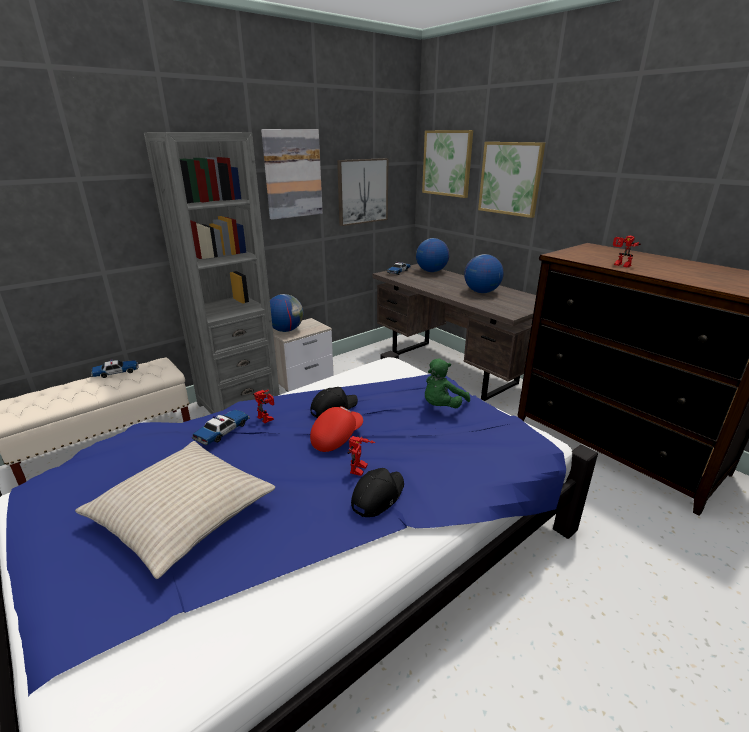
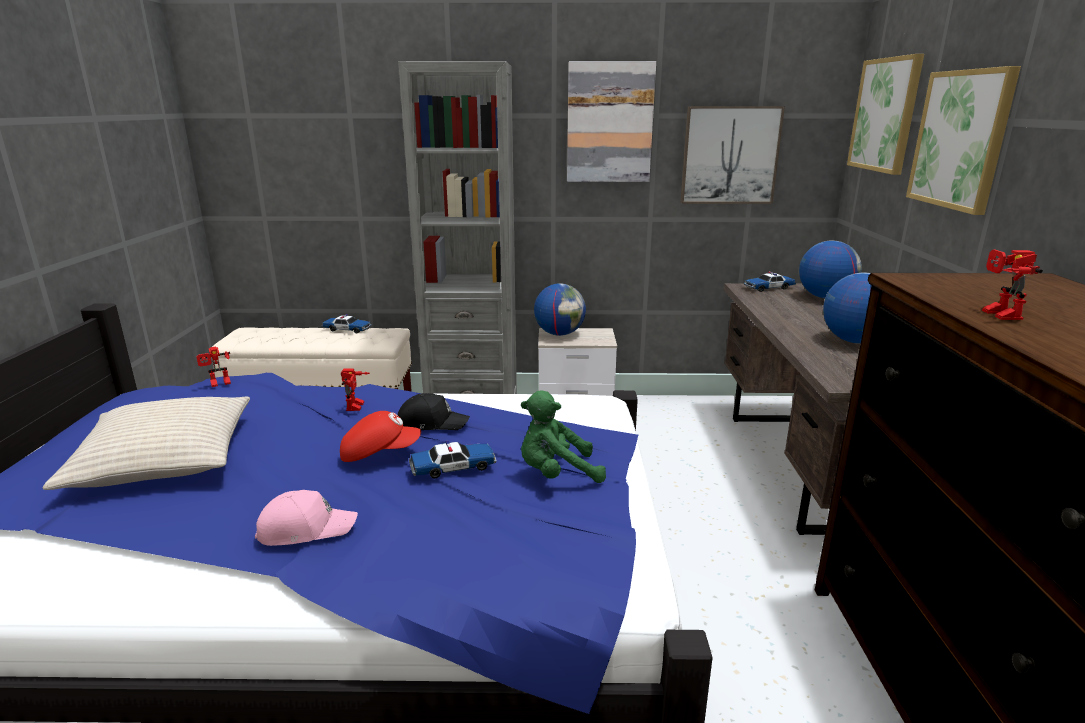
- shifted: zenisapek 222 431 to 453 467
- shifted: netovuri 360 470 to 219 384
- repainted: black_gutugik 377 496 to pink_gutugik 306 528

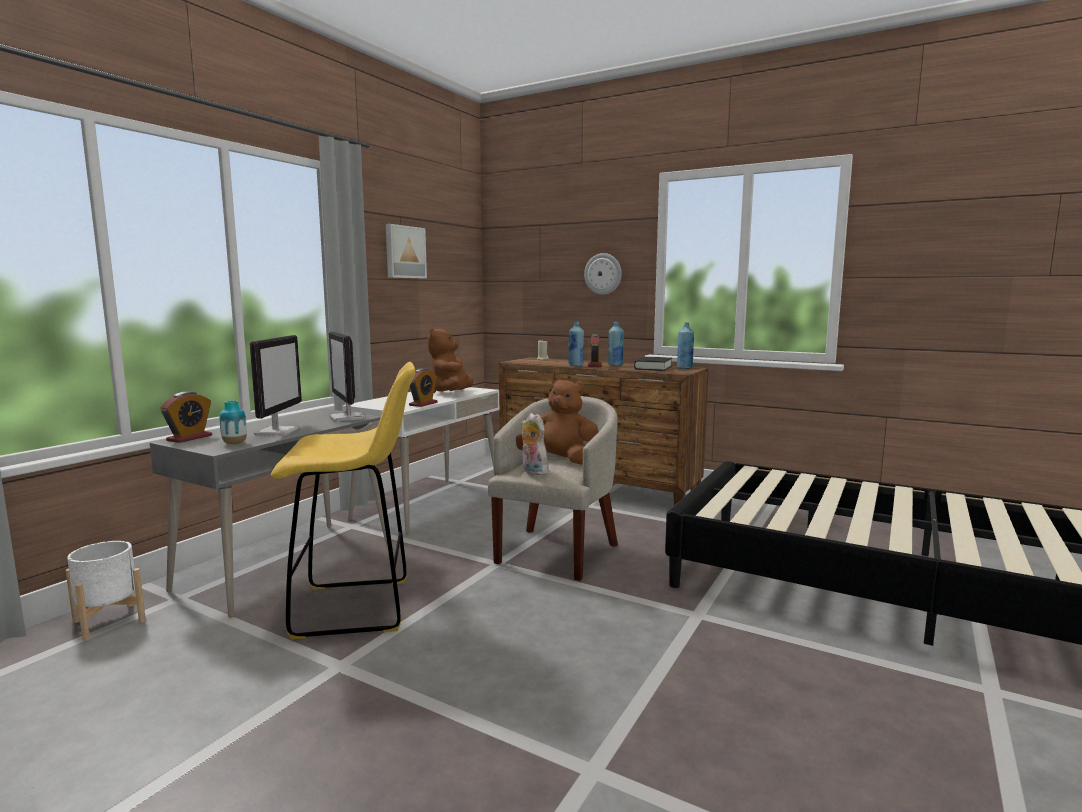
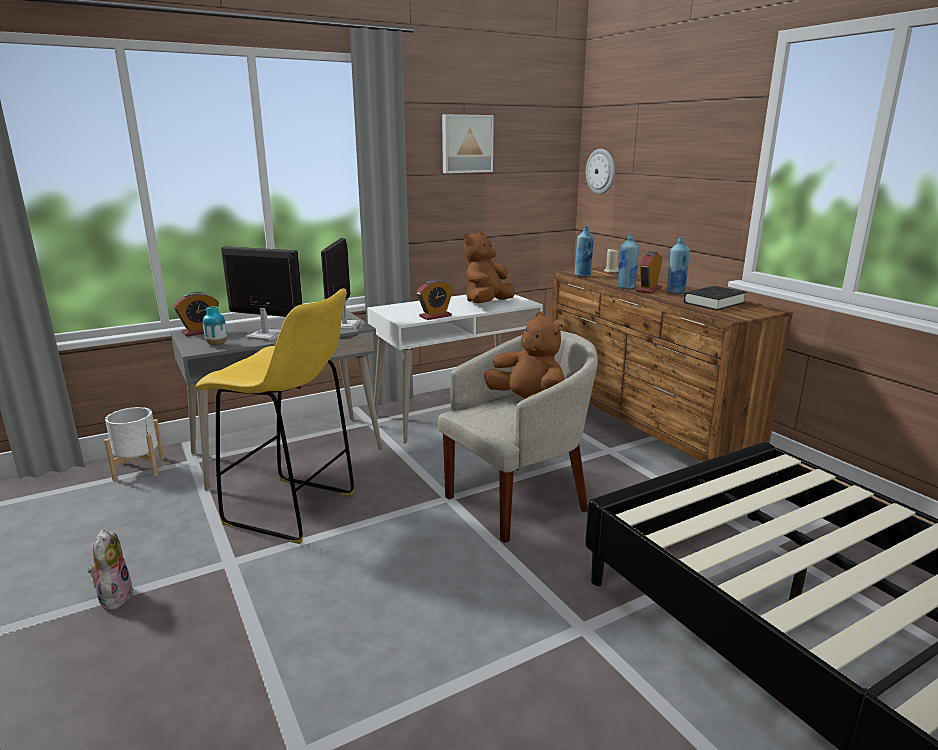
- shifted: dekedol 532 472 to 114 596
- shifted: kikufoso 603 274 to 601 171
- shifted: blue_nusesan 684 368 to 582 275
- rotated: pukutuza 277 432 = 266 335 105 degrees counterclockwise

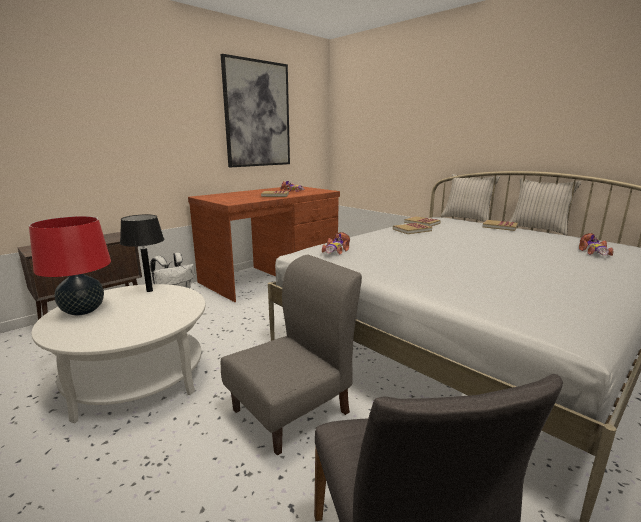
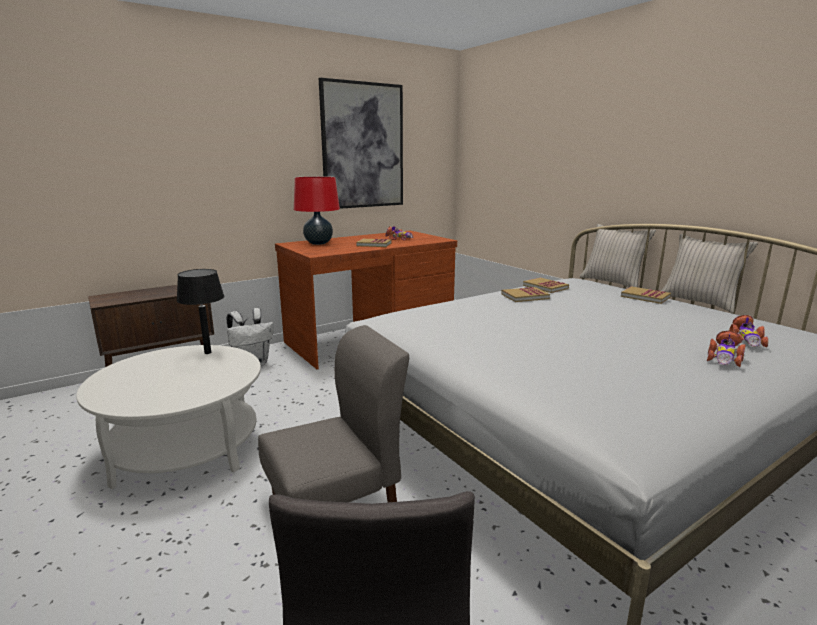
- shifted: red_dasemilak 83 311 to 318 243
- shifted: zenisapek 336 250 to 724 358

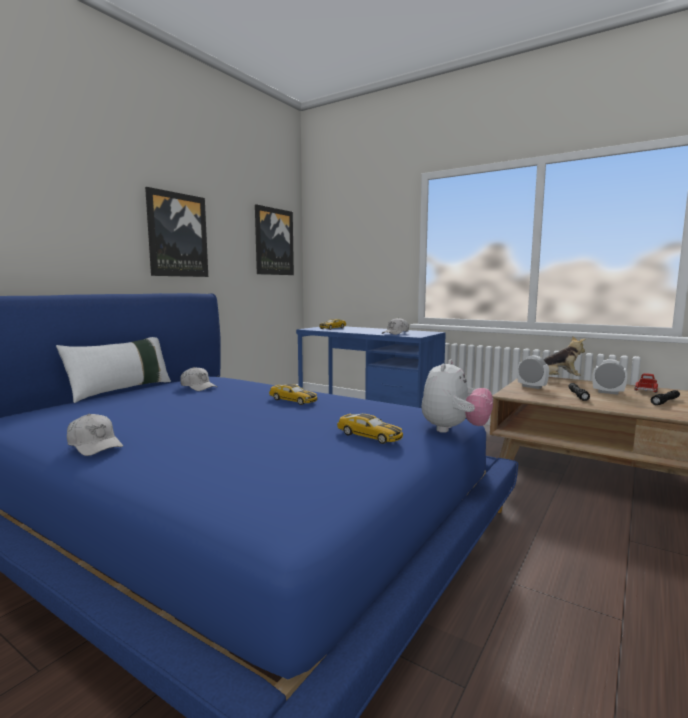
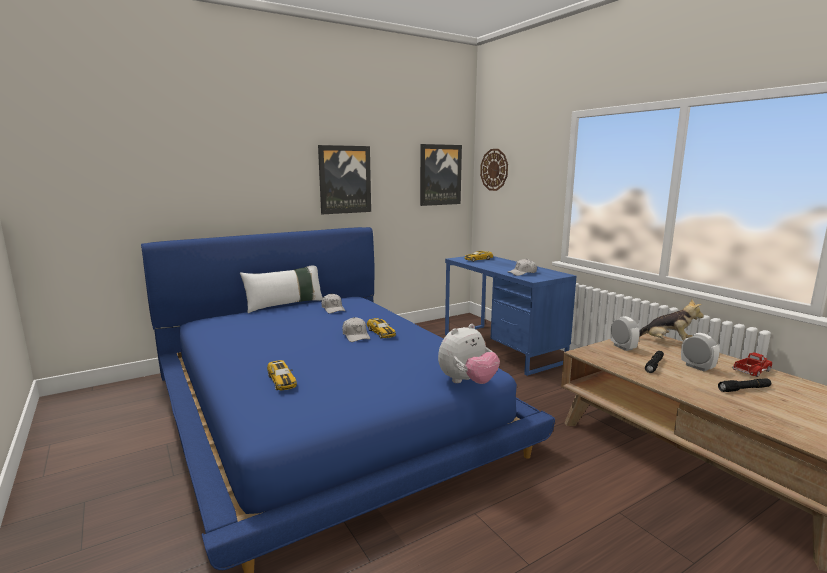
- new: kikufoso 494 169
- shifted: white_gutugik 95 445 to 356 336
- shifted: zenisapek 370 436 to 282 381

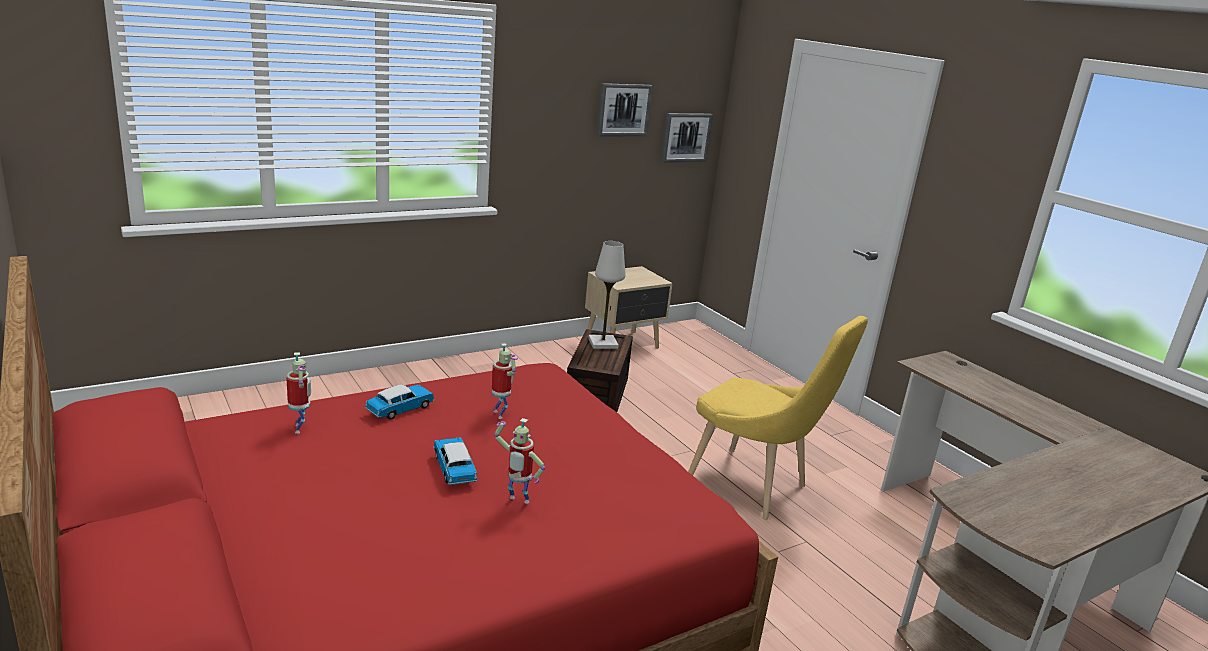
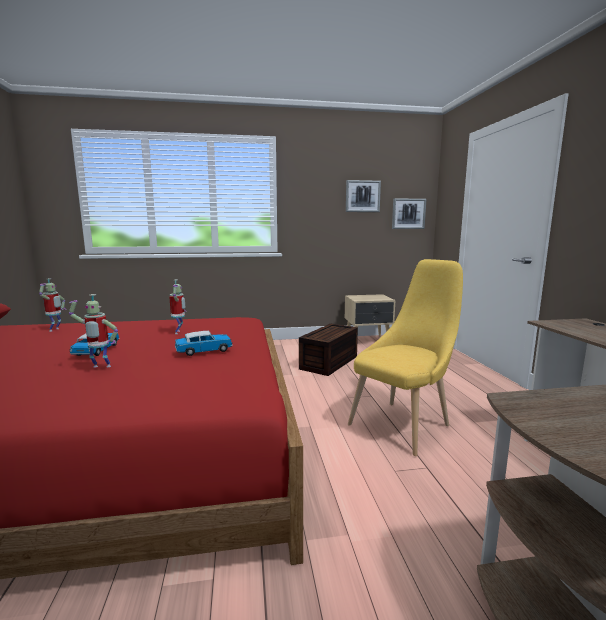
- gone: white_dasemilak 603 343
- shifted: zenisapek 400 409 to 204 351
- rotated: netovuri 517 501 = 100 367 45 degrees counterclockwise
- rotated: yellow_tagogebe 754 488 = 404 424 105 degrees counterclockwise

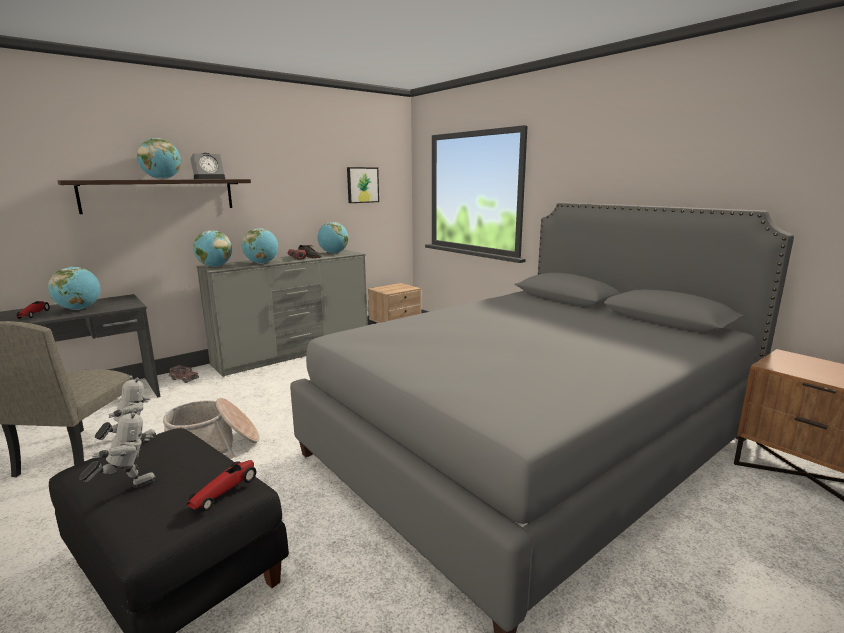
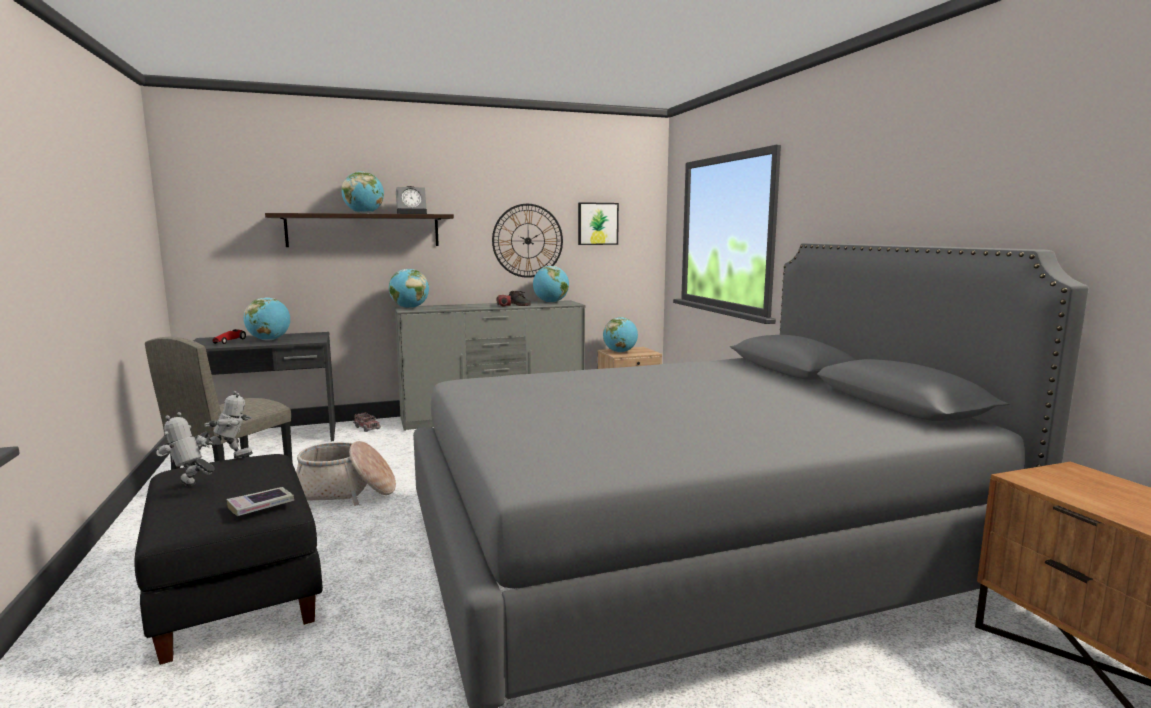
- new: kikufoso 528 240
- shifted: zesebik 262 263 to 620 352
- swapped: zenisapek 224 491 to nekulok 261 506
- rotated: netovuri 127 486 = 191 488 135 degrees counterclockwise

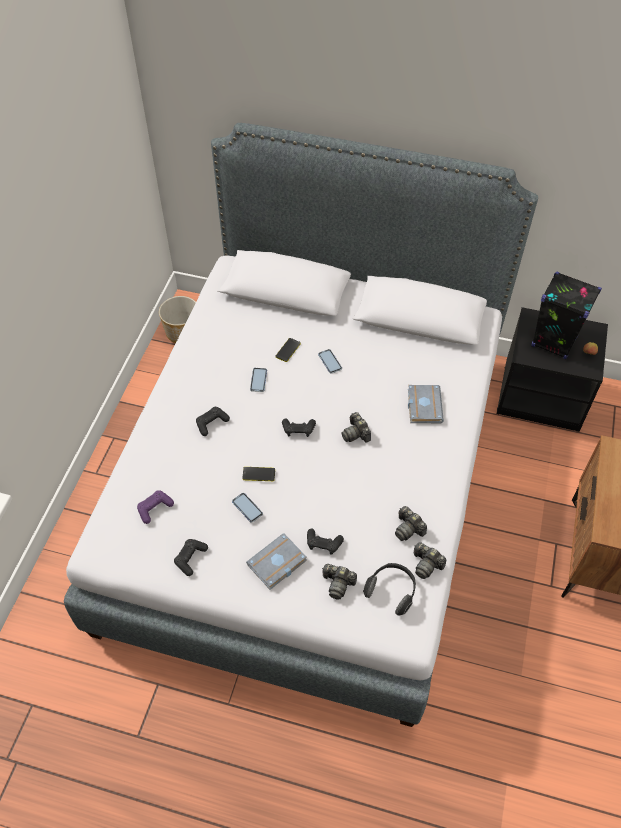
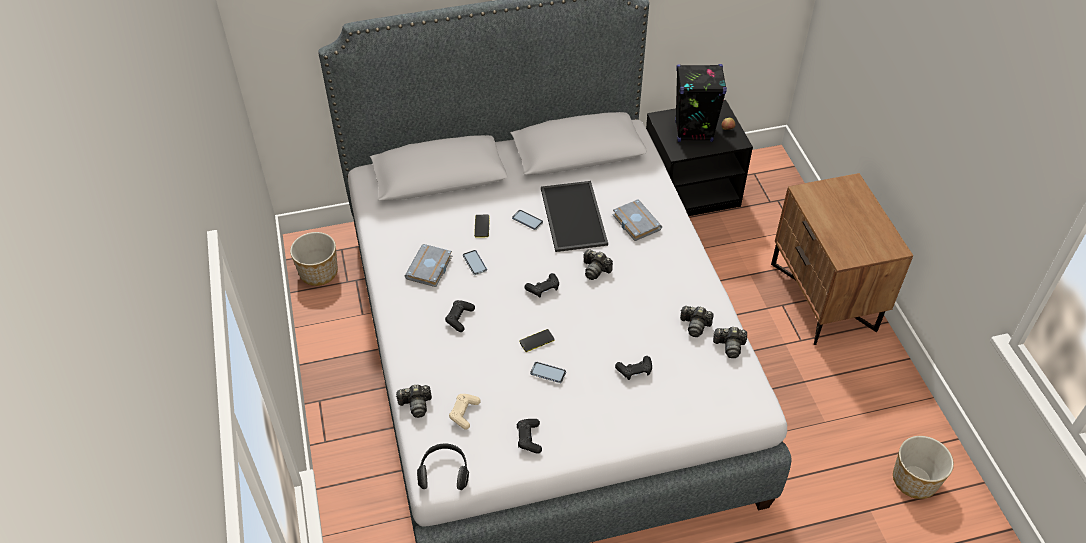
- new: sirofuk 571 216
- new: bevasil 915 479
- shifted: grey_nekulok 277 565 to 430 269
- shifted: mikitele 338 584 to 416 405
- shifted: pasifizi 391 591 to 444 472
- repainted: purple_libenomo 154 508 to beige_libenomo 464 413

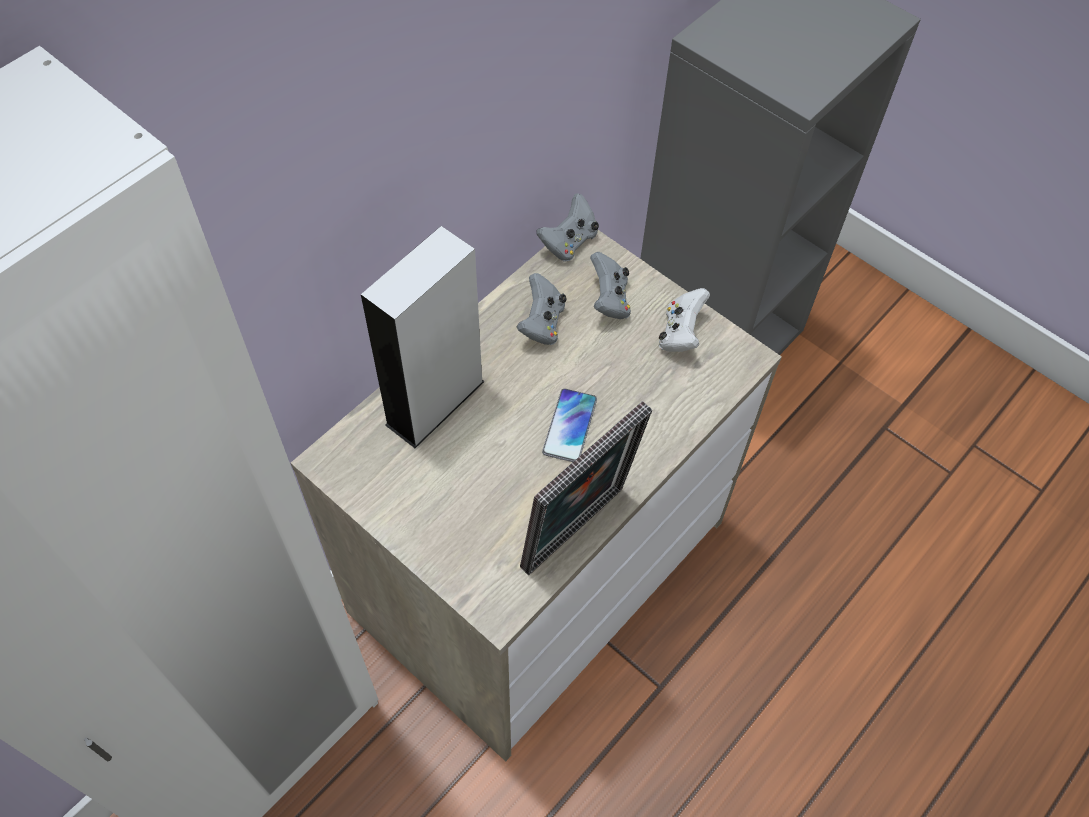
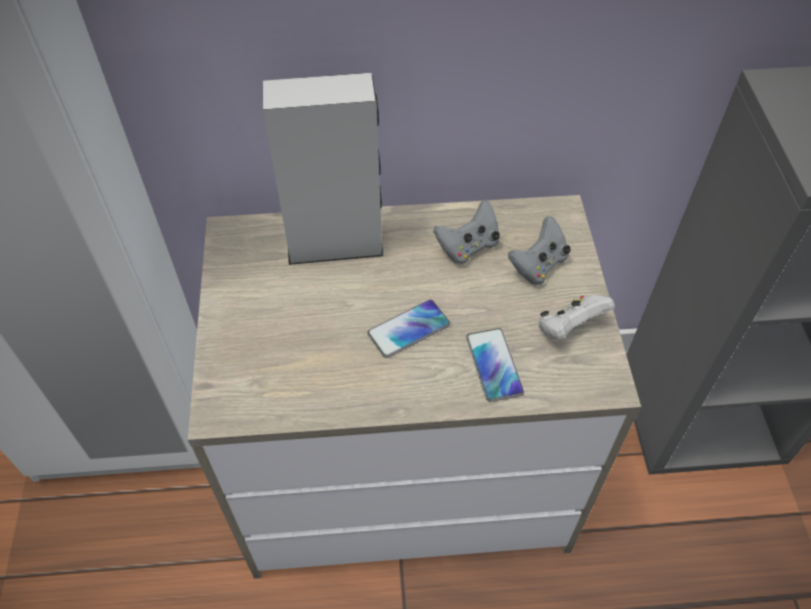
- gone: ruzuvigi 578 533
- gone: grey_libenomo 569 242
- new: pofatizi 494 365

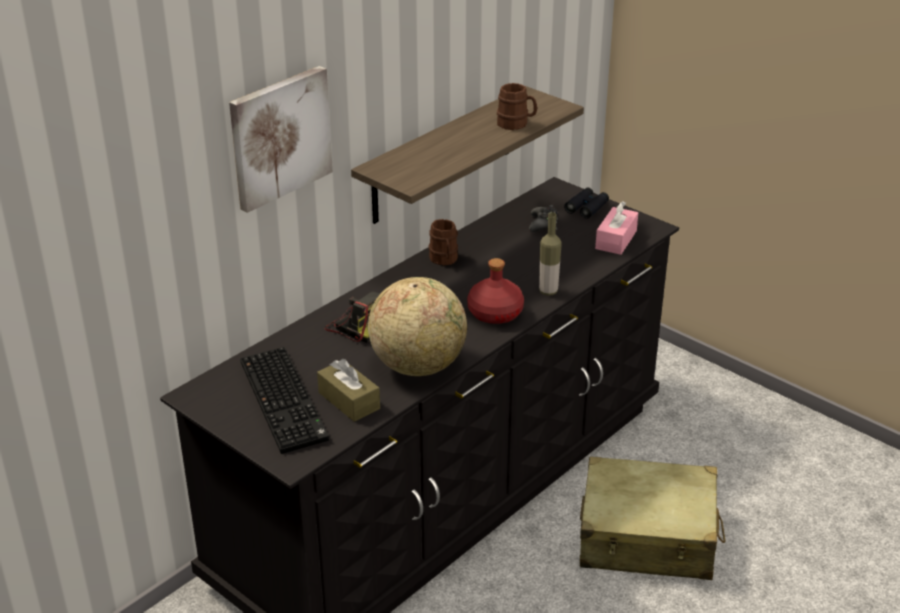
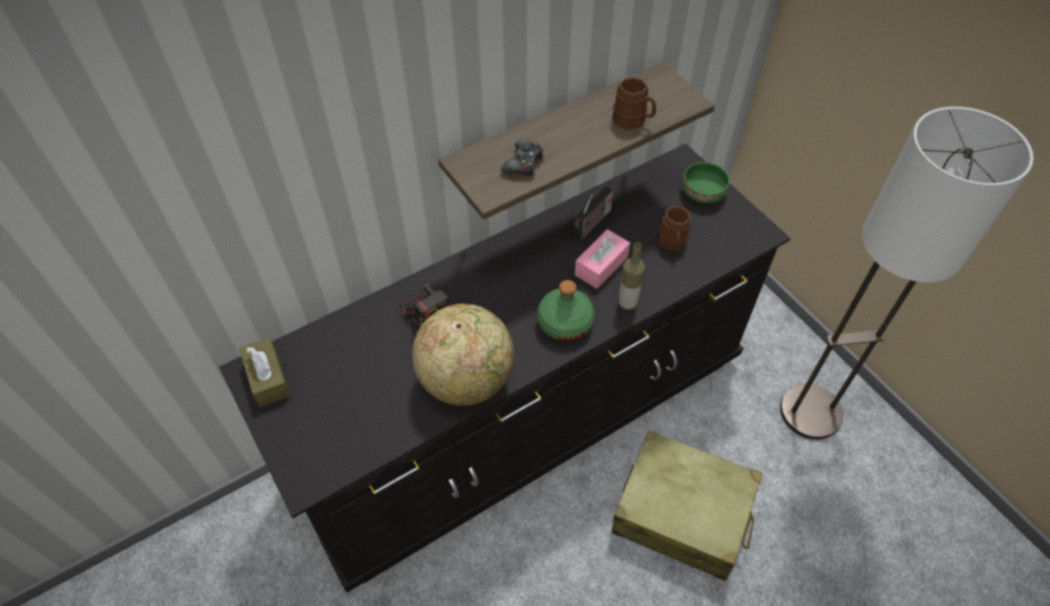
- gone: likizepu 280 137
- gone: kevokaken 286 401
- new: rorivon 591 224
- new: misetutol 810 412
- shifted: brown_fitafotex 349 400 to 268 378
- shifted: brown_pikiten 444 260 to 672 244
- shifted: black_libenomo 543 224 to 523 163
- shifted: pink_fitafotex 616 240 to 601 266
- swapped: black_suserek 586 207 to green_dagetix 704 193
- repainted: red_nusesan 495 313 to green_nusesan 565 322

